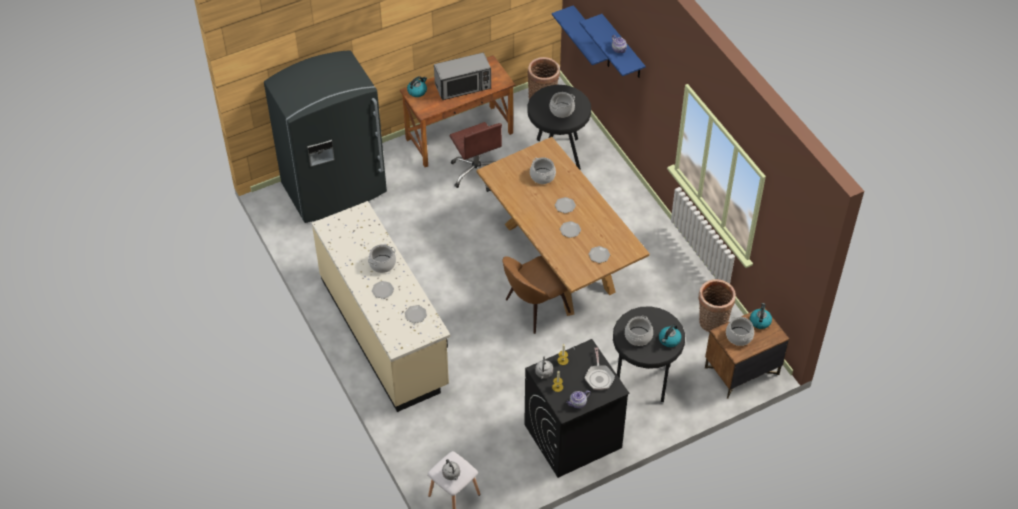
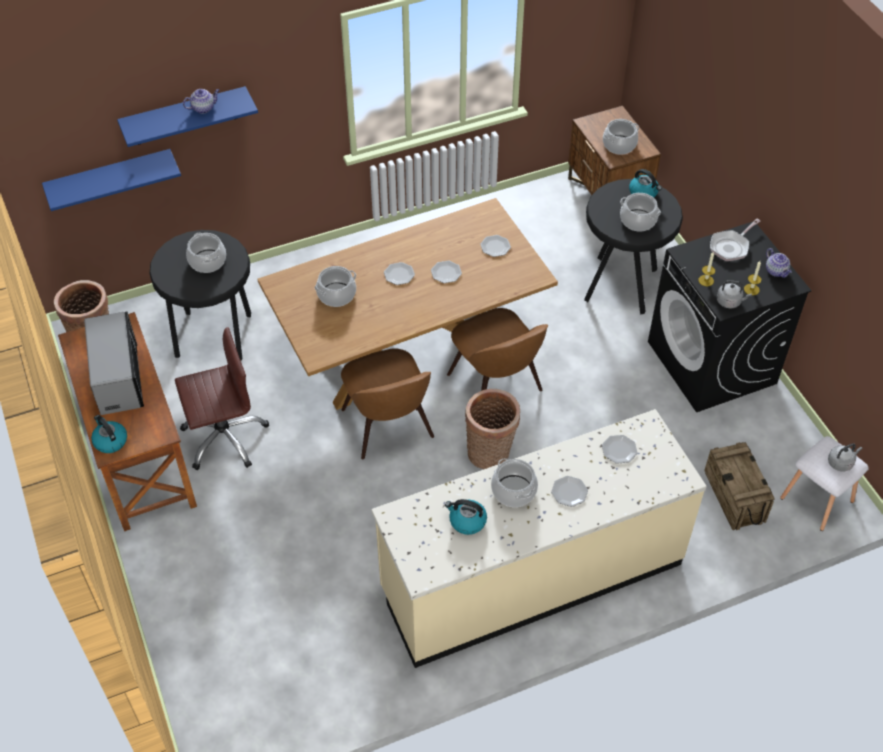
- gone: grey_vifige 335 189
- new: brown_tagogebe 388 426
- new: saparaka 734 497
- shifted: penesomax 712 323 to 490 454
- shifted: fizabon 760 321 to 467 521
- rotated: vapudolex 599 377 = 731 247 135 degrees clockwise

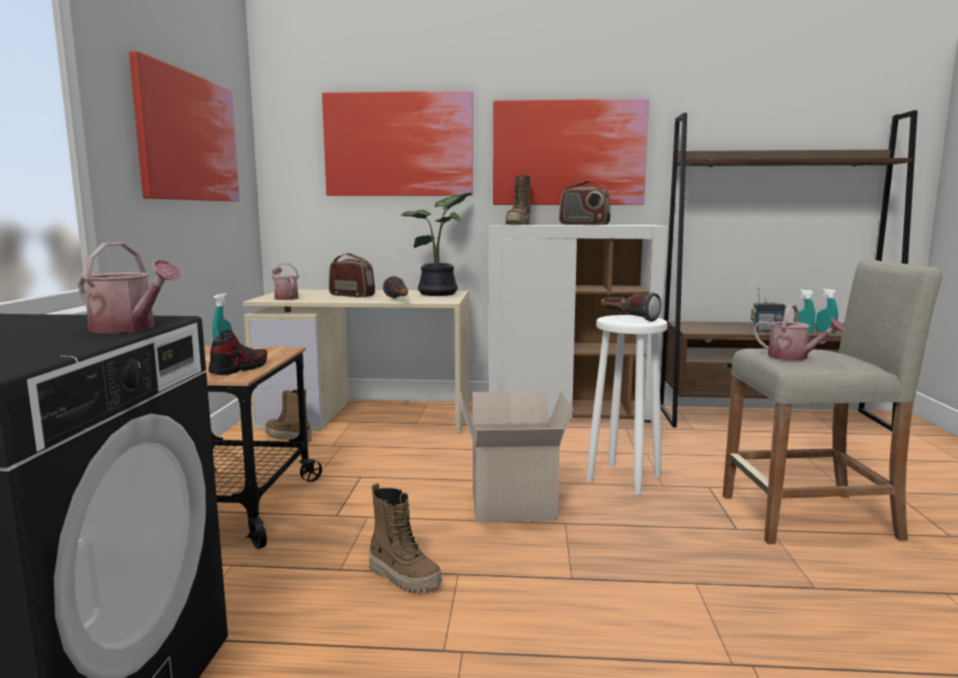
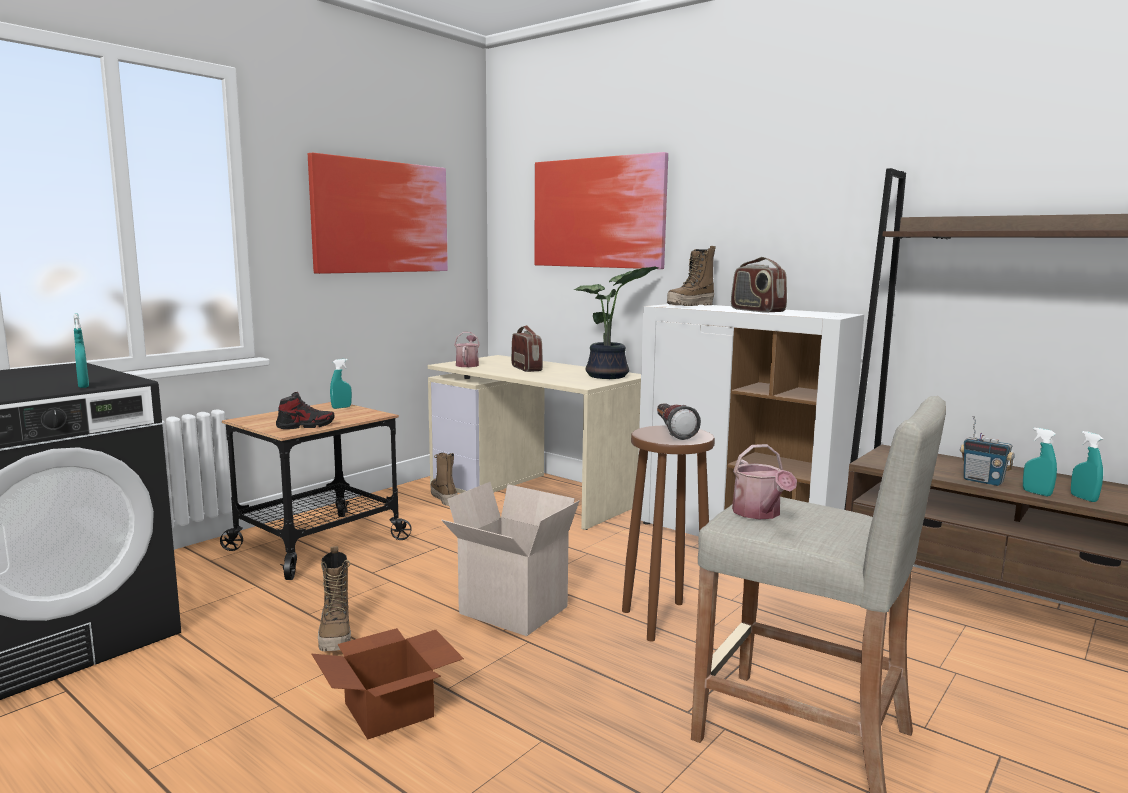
- gone: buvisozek 399 300
- gone: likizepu 568 153
- new: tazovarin 392 710
- swapped: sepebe 129 329 to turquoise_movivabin 83 386
- repainted: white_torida 624 478 to brown_torida 665 621

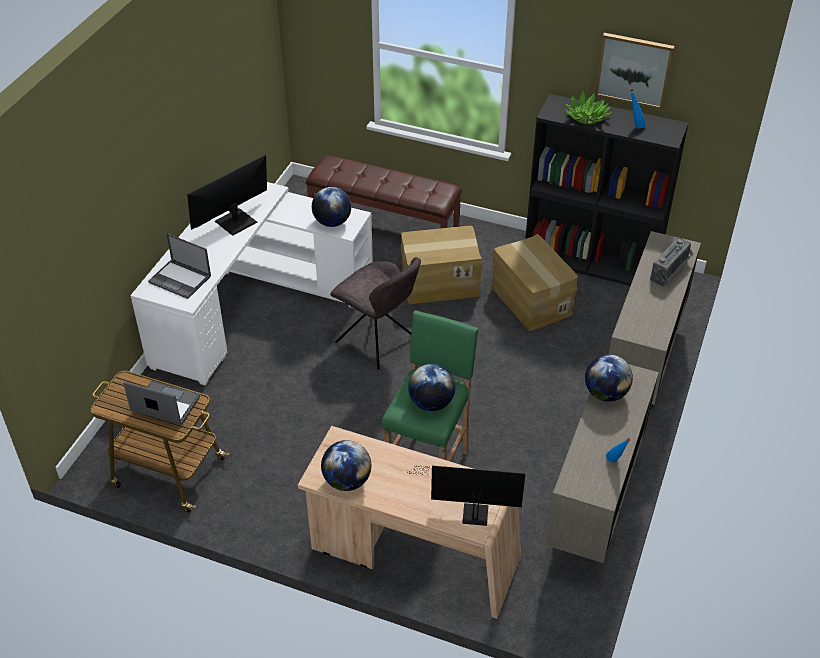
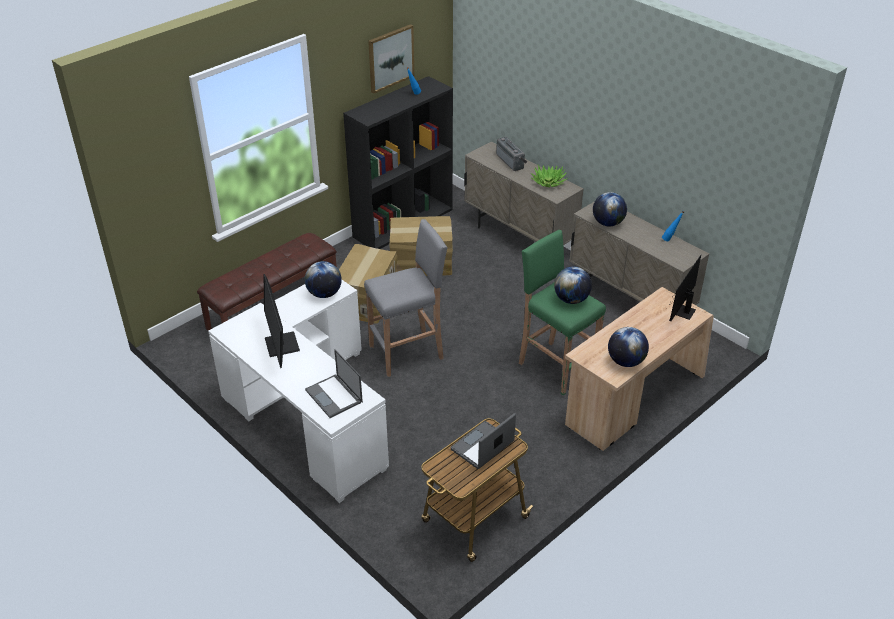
- shifted: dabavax 586 117 to 548 182
- swapped: grey_tagogebe 378 342 to grey_torida 408 352
- rotated: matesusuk 180 279 = 334 396 90 degrees clockwise

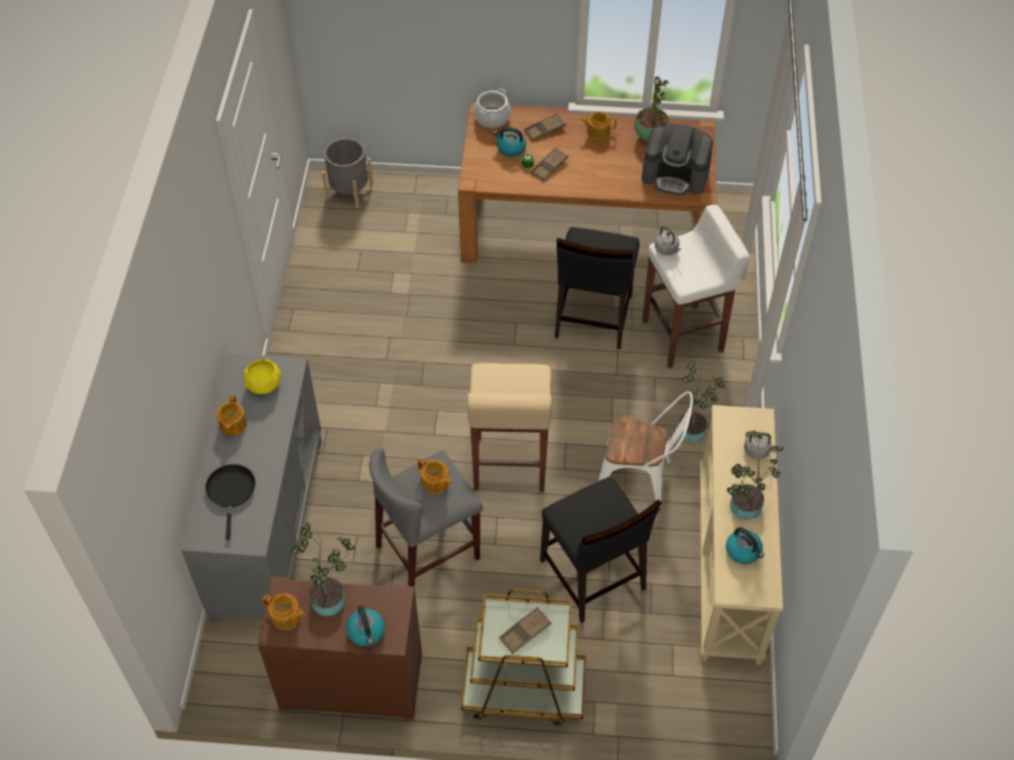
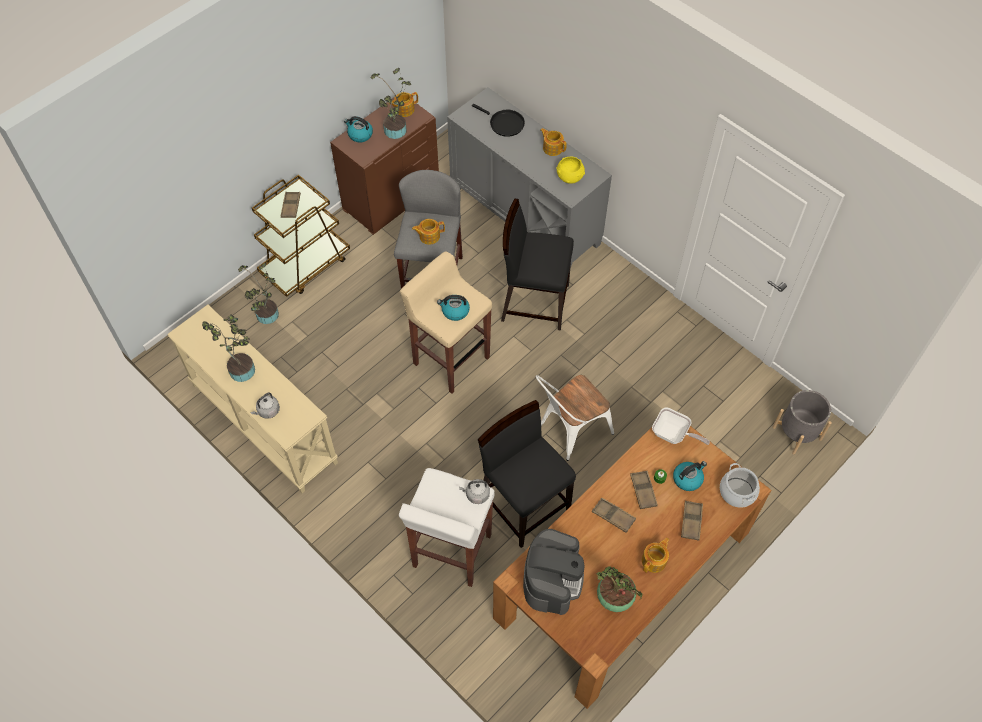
- new: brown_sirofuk 613 516
- new: vapudolex 673 435
- shifted: black_tagogebe 592 576 to 534 302
- shifted: white_tagogebe 639 480 to 569 431
- shifted: dabavax 694 429 to 267 317
- shifted: fizabon 743 551 to 455 311
- rotated: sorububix 675 175 = 552 579 135 degrees clockwise

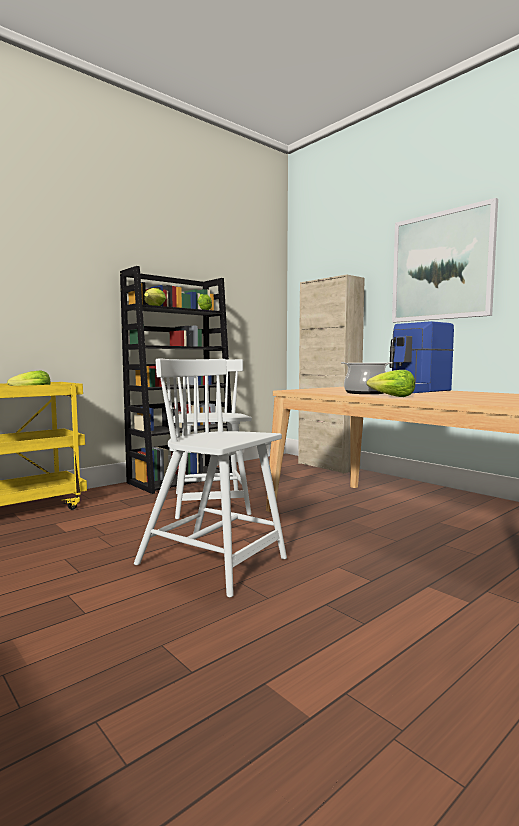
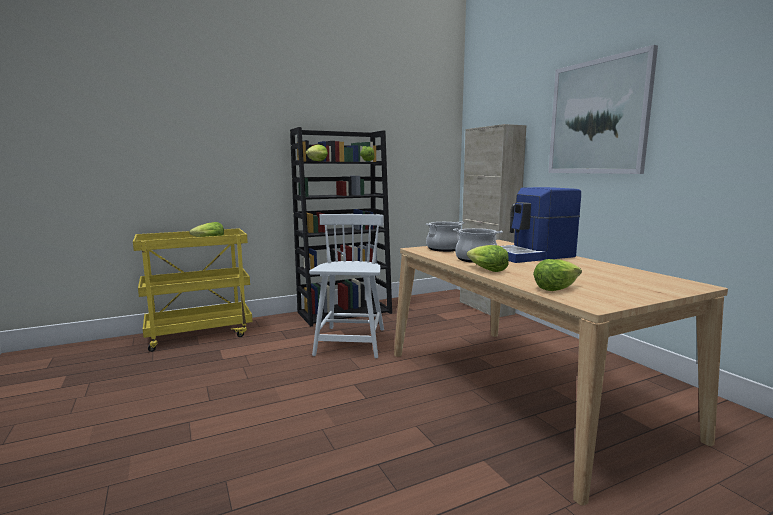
- gone: white_tagogebe 213 562
- new: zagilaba 444 249
- new: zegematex 555 288

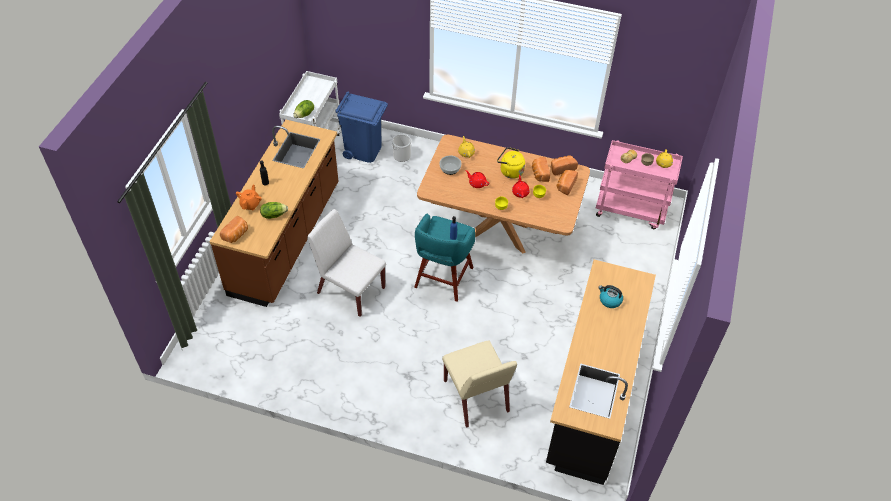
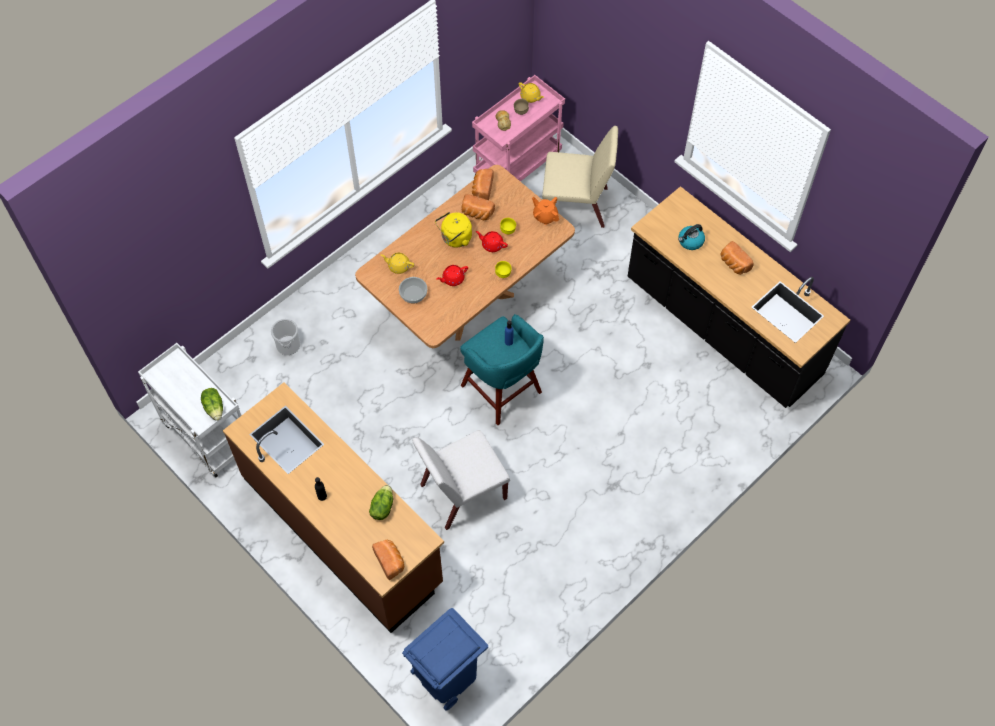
- shifted: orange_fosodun 250 204 to 545 216
- shifted: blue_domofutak 364 150 to 446 675
- shifted: beige_tagogebe 476 397 to 576 205
- shifted: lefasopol 565 185 to 733 264

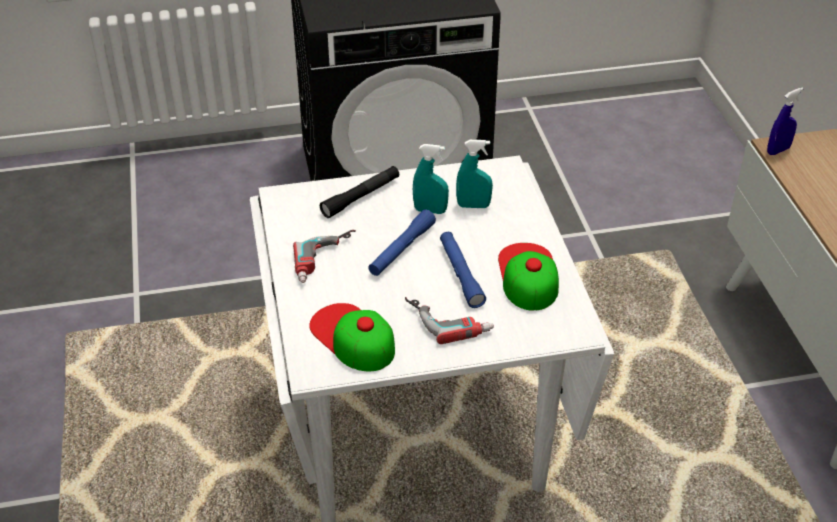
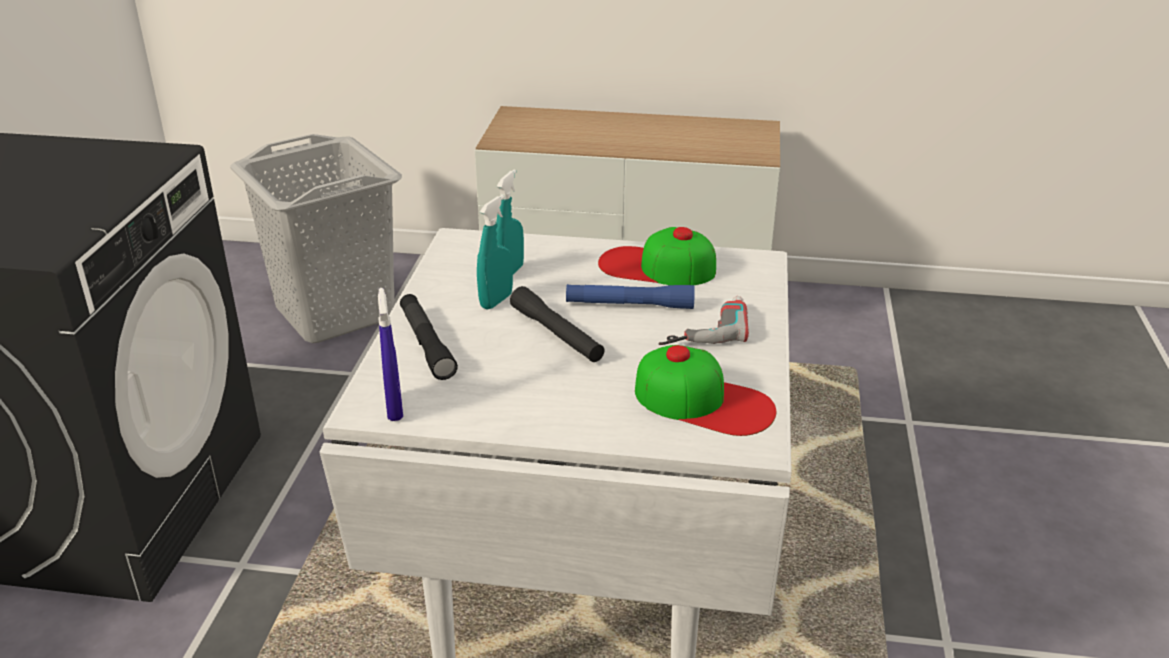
- gone: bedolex 327 260
- new: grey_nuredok 336 311
- shifted: blue_movivabin 778 150 to 394 408
- repainted: blue_buvisozek 402 249 to black_buvisozek 556 334
- rotated: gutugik 352 337 = 704 401 135 degrees counterclockwise

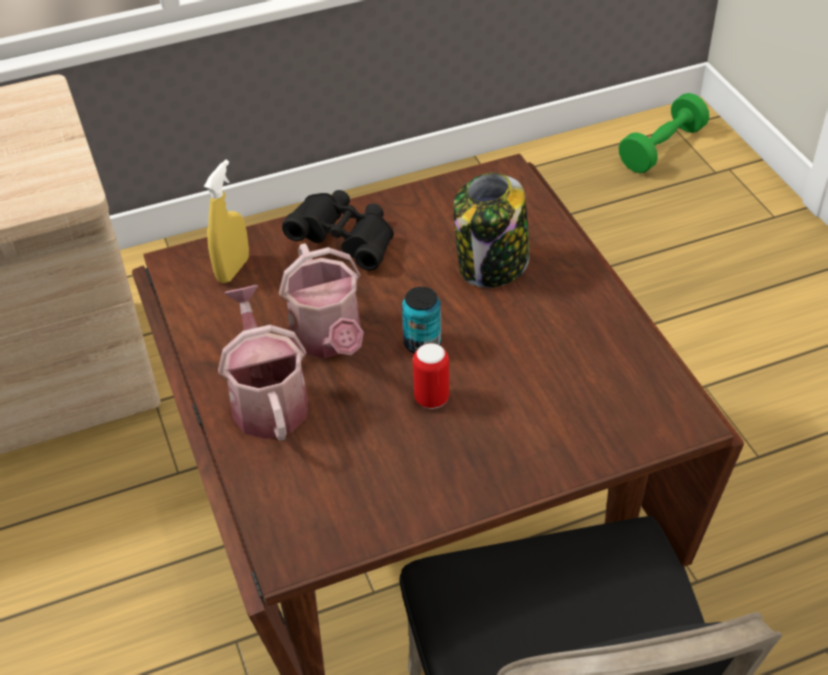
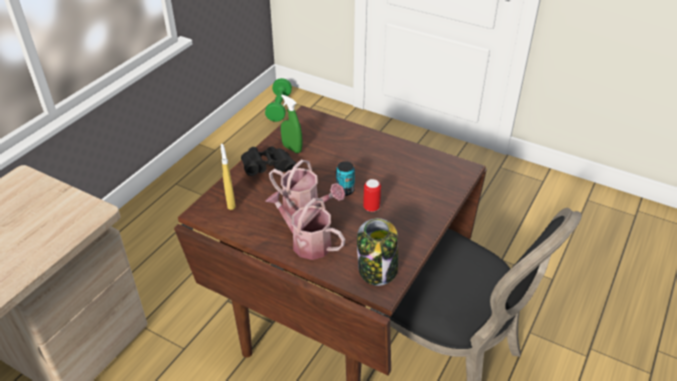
- new: green_movivabin 292 148
- shifted: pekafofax 492 265 to 377 270

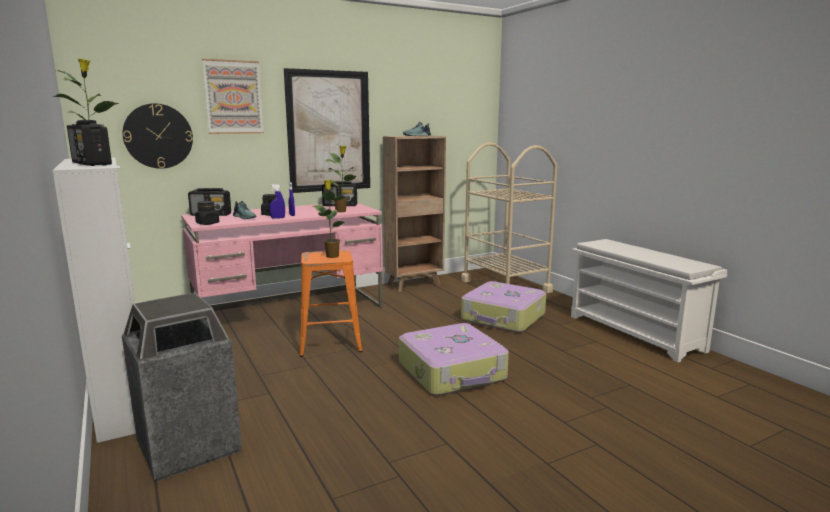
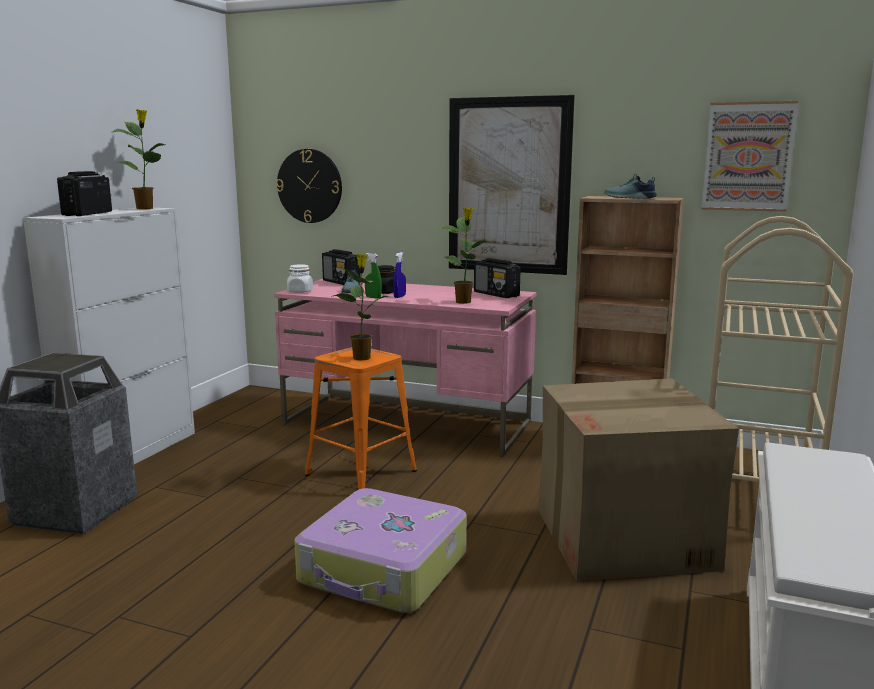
- shifted: likizepu 233 97 to 748 157
- swapped: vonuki 503 317 to tazovarin 625 538
- repainted: black_pekafofax 207 223 to white_pekafofax 300 291
- repainted: blue_movivabin 277 218 to green_movivabin 373 297

